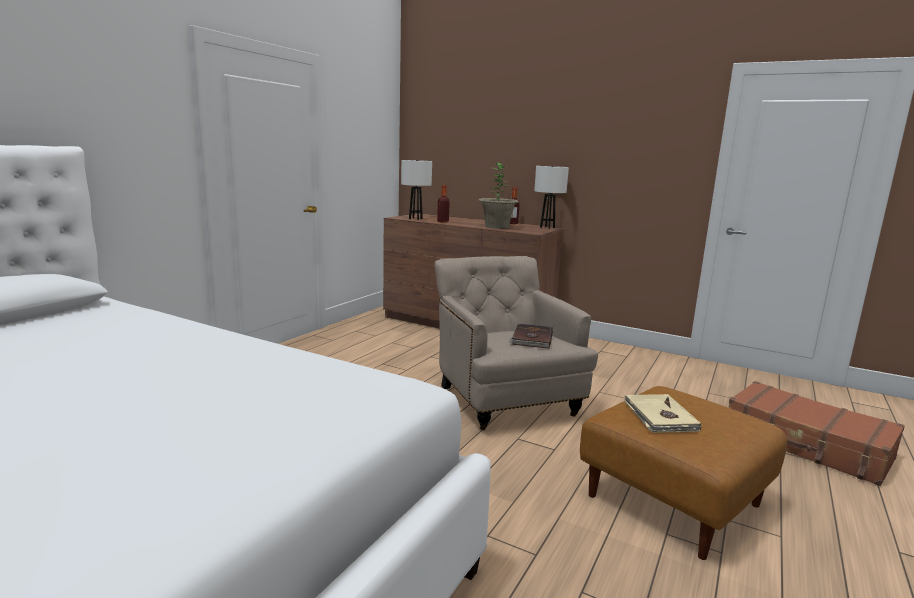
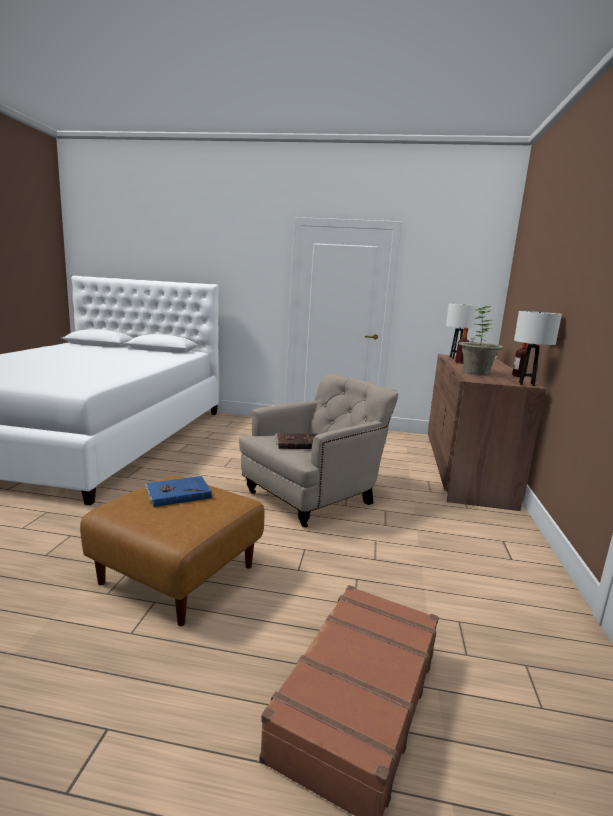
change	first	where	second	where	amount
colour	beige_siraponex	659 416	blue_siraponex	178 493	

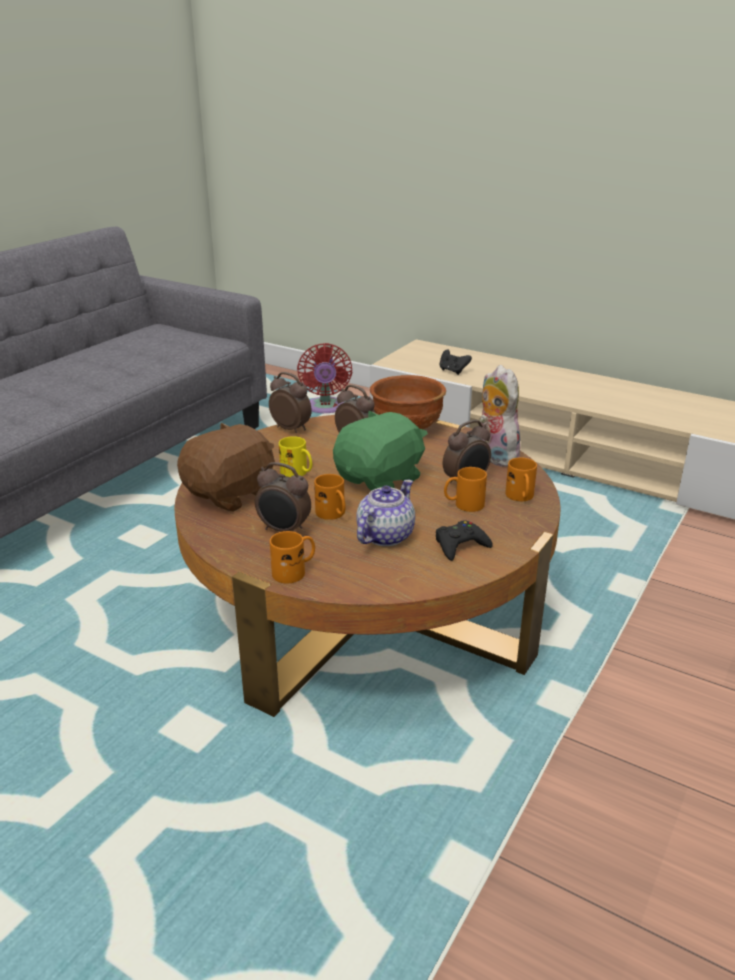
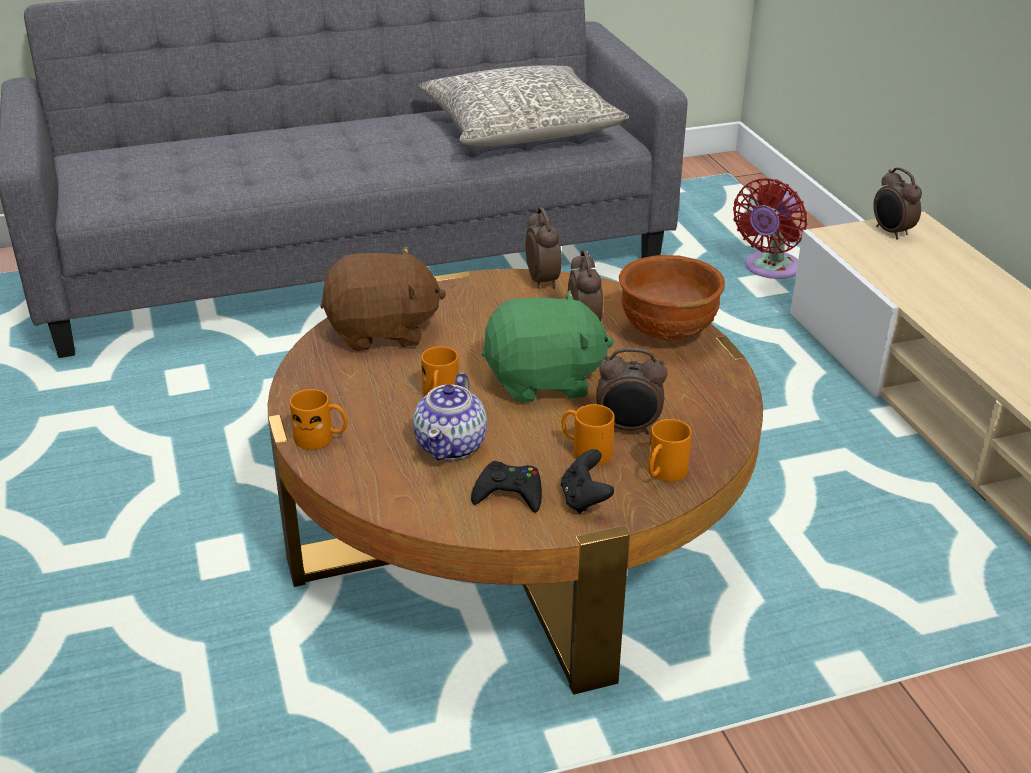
change	first	where	second	where	amount
relocated	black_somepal	453 371		584 499	
missing	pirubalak	494 456			
missing	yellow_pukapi	298 473			
relocated	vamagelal	284 531		891 232	
spun	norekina	384 536		452 445	120 degrees clockwise
appeared			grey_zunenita	520 129	

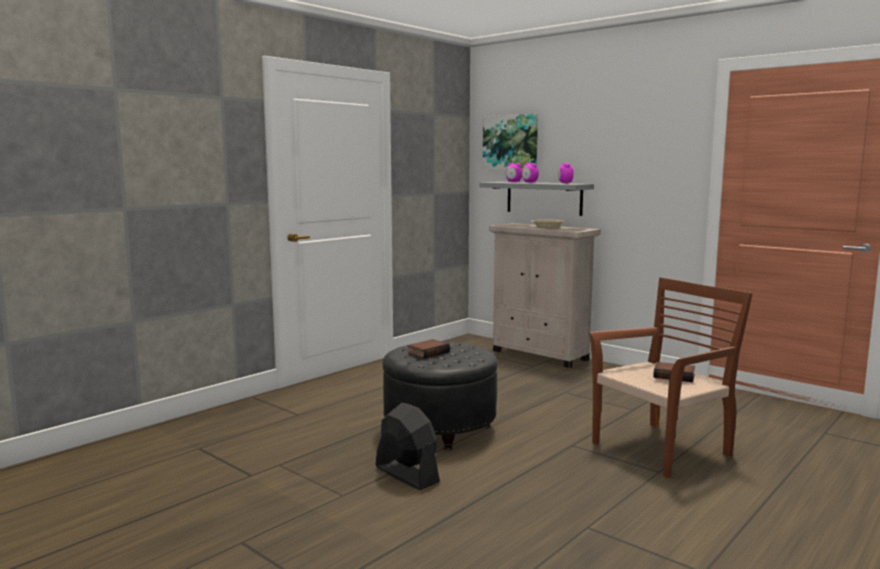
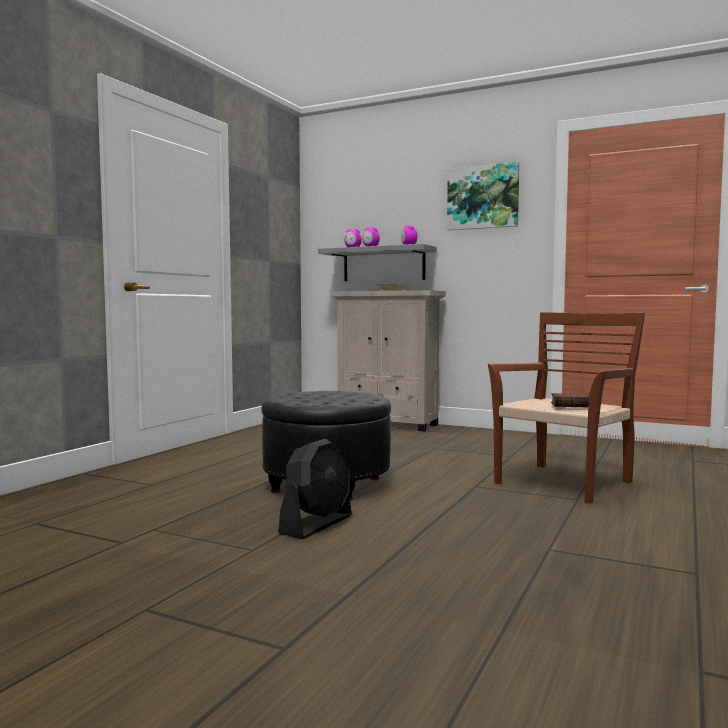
change	first	where	second	where	amount
relocated	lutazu	510 143		483 197	
missing	siraponex	428 352			
spun	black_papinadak	406 474		317 524	90 degrees clockwise

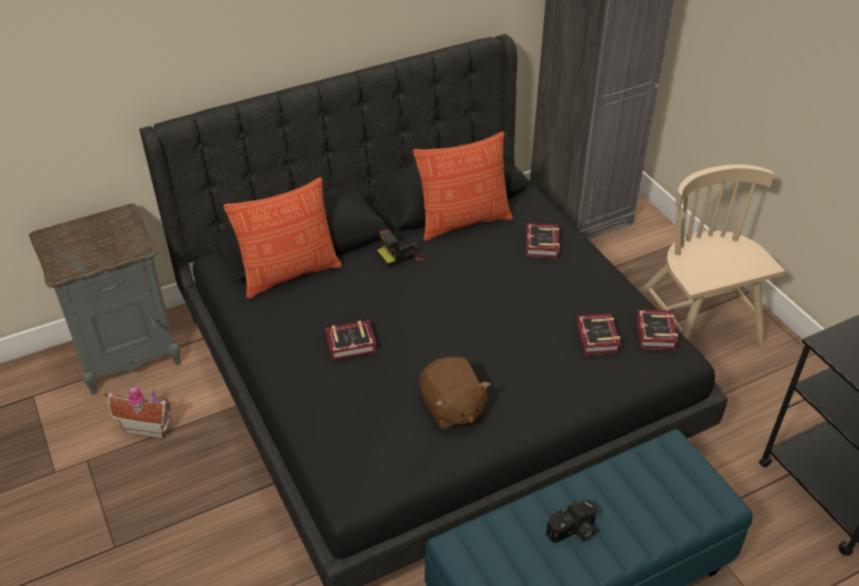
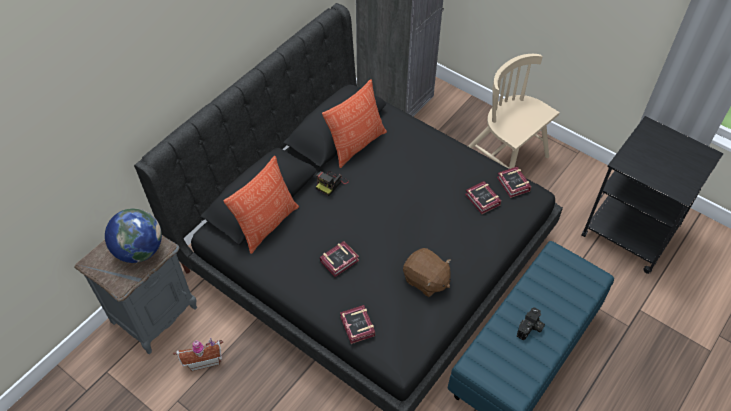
change	first	where	second	where	amount
relocated	siraponex	540 246		357 328	
appeared			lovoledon	139 250	

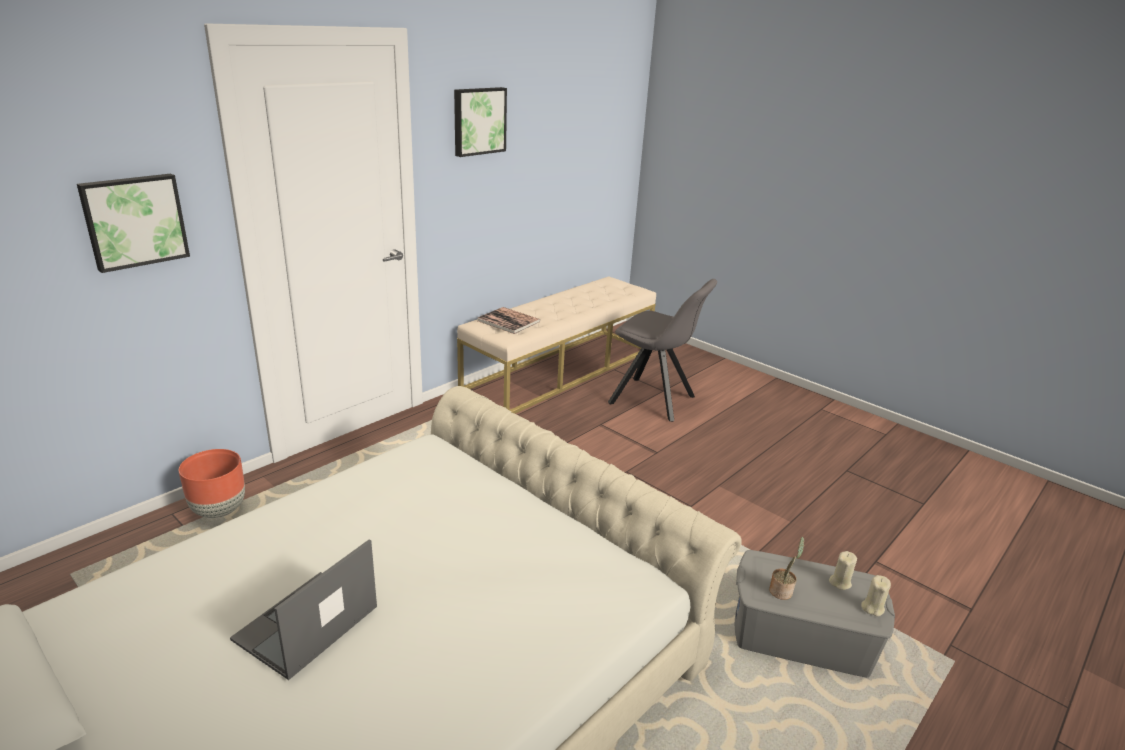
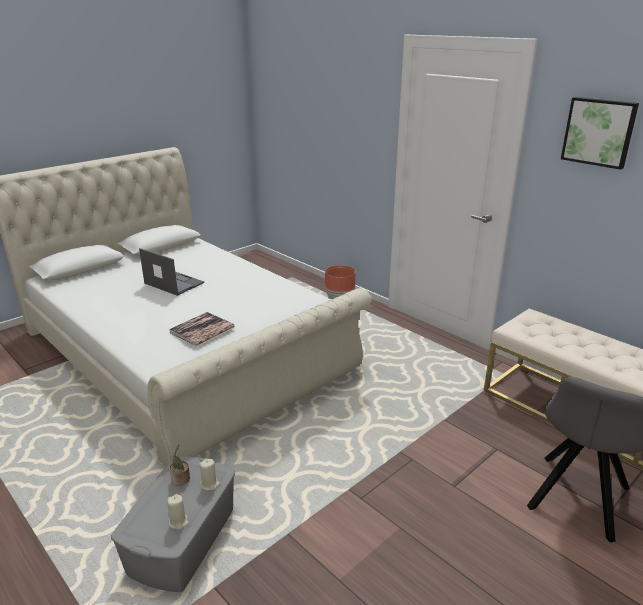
change	first	where	second	where	amount
missing	lutazu	134 221			
relocated	siraponex	508 321		202 329	
relocated	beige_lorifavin	872 608		210 484	

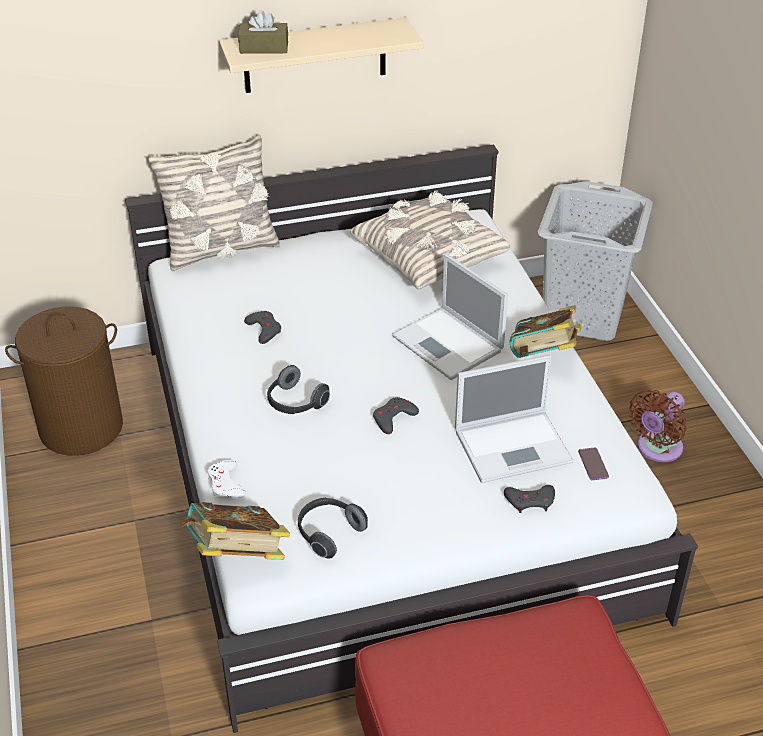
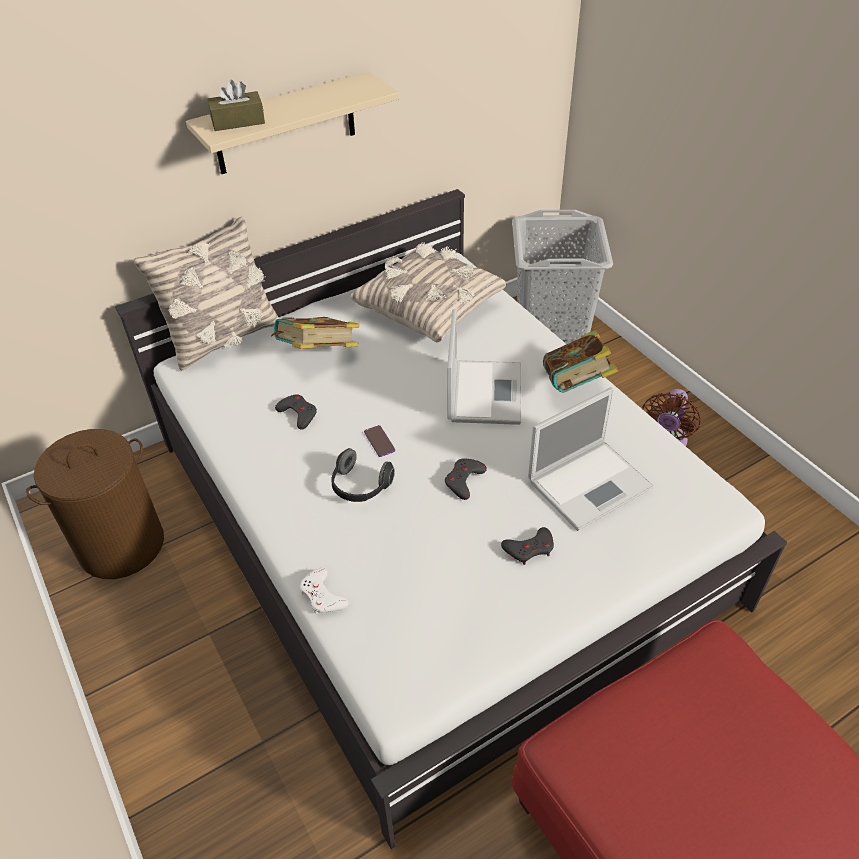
change	first	where	second	where	amount
spun	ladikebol	449 344		484 391	120 degrees counterclockwise
relocated	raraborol	593 464		379 441	
relocated	grey_somepal	530 501		529 549	
missing	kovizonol	328 533			
relocated	siraponex	237 555		318 355	

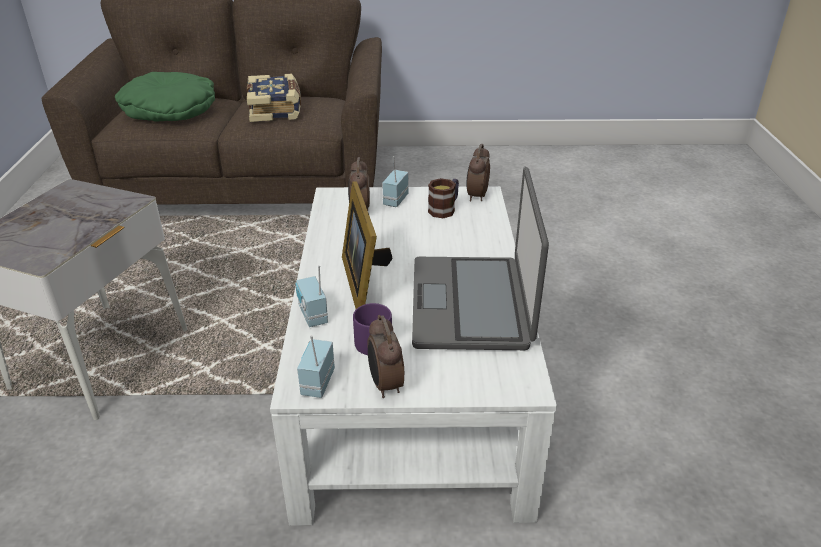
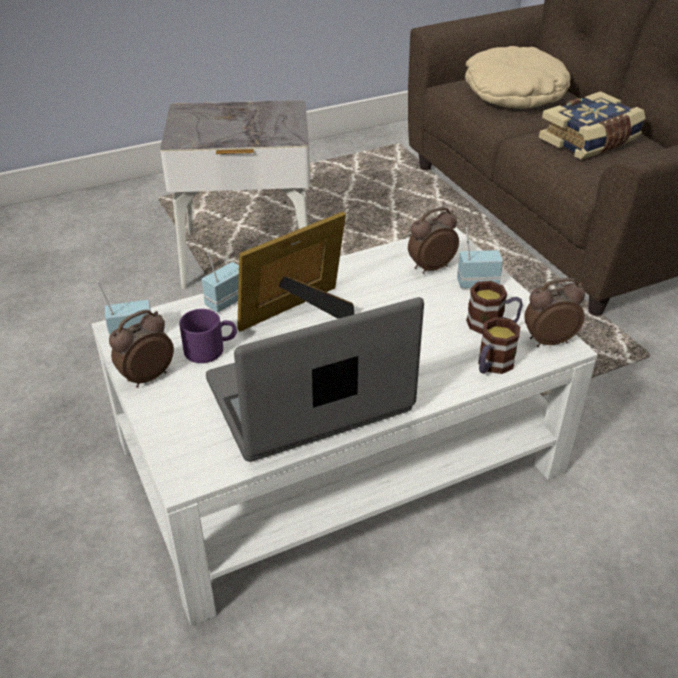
change	first	where	second	where	amount
colour	green_zunenita	171 111	beige_zunenita	515 94	
appeared			pukapi	492 366	

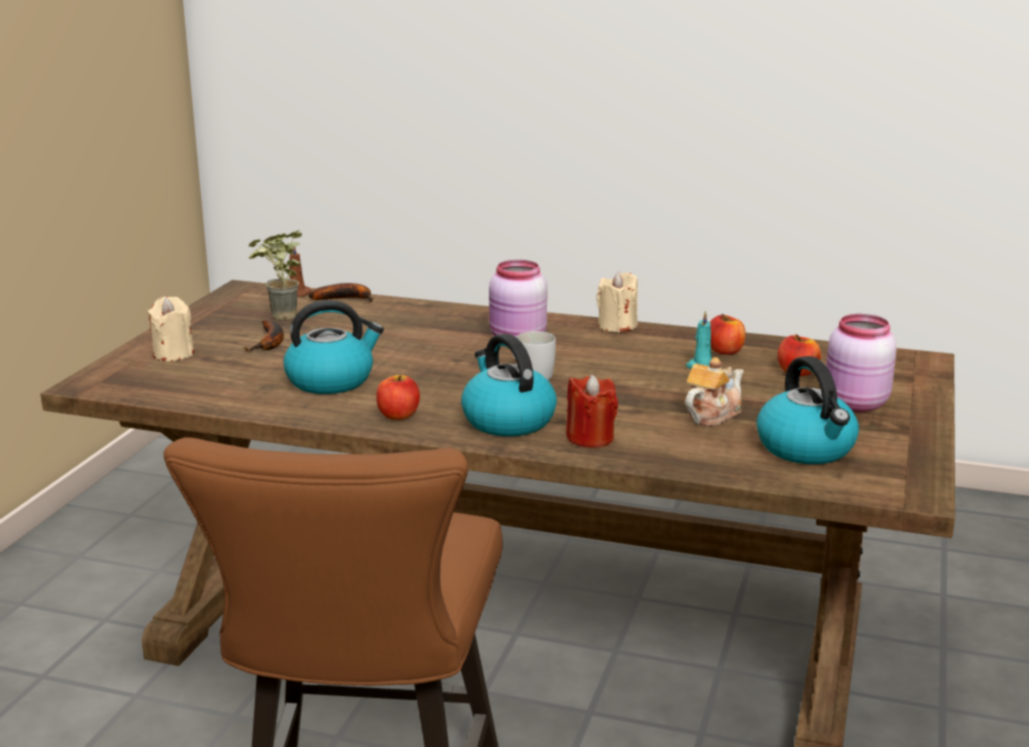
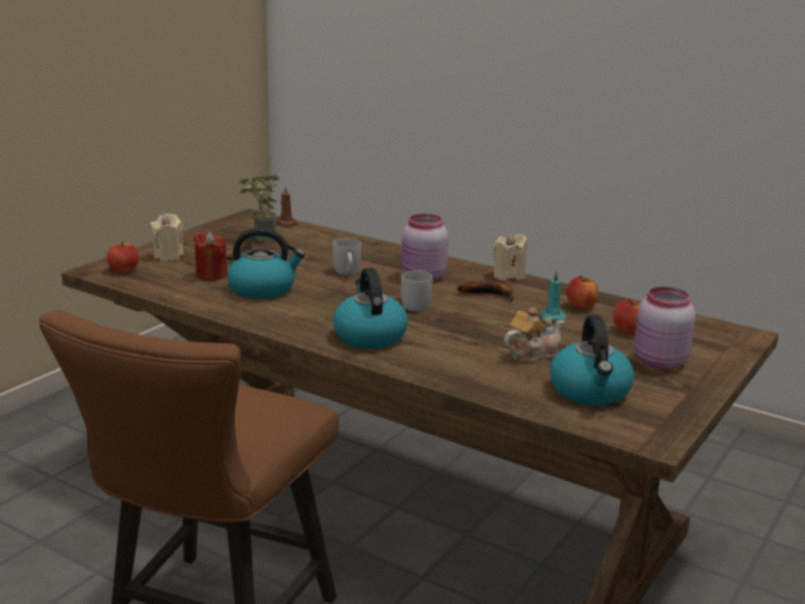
change	first	where	second	where	amount
relocated	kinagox	346 298		490 294	
relocated	red_lorifavin	590 438		211 275	
relocated	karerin	398 415		123 270	
appeared			white_pukapi	347 273	

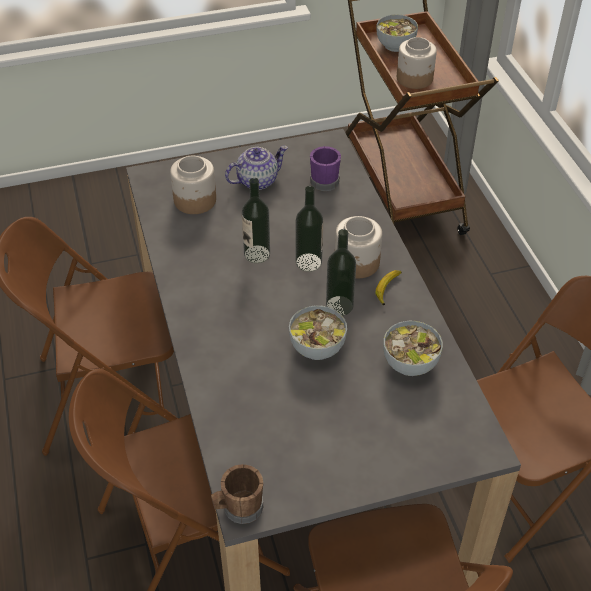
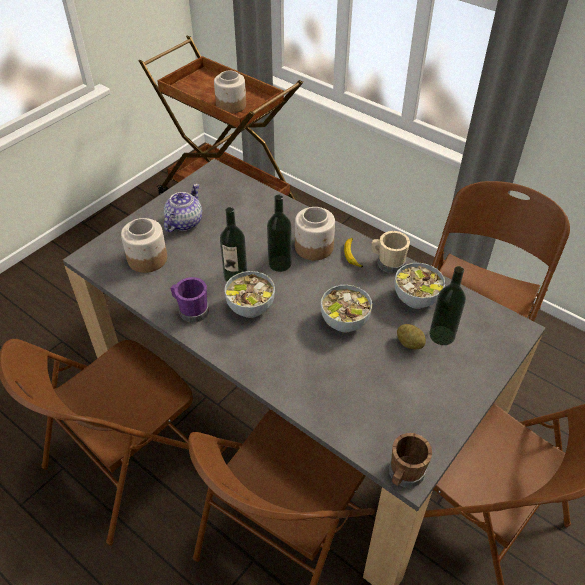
change	first	where	second	where	amount
relocated	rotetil	395 45		250 307	
relocated	purple_pukapi	323 180		191 310	
relocated	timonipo	339 305		442 335	
appeared			beige_pukapi	387 263	
appeared			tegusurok	409 343	

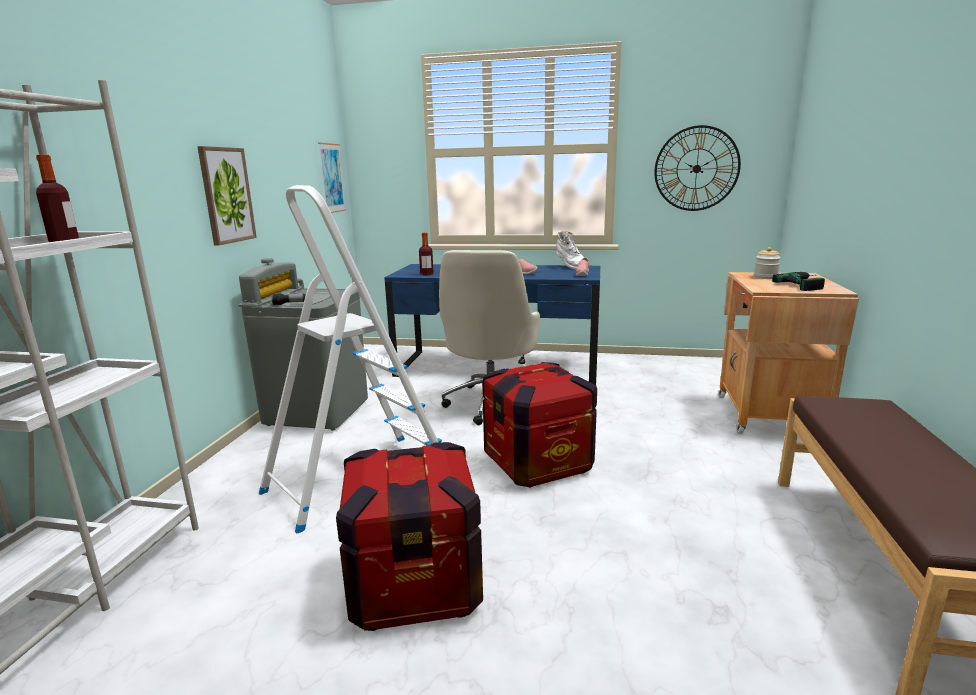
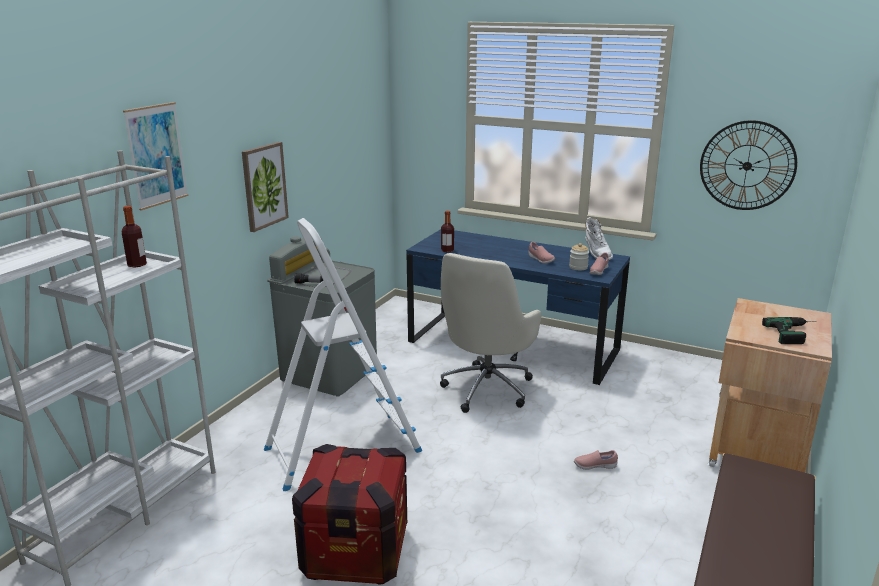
change	first	where	second	where	amount
relocated	lutazu	331 178		156 155	
relocated	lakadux	765 277		578 267	
missing	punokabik	537 463			
appeared			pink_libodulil	594 466	

